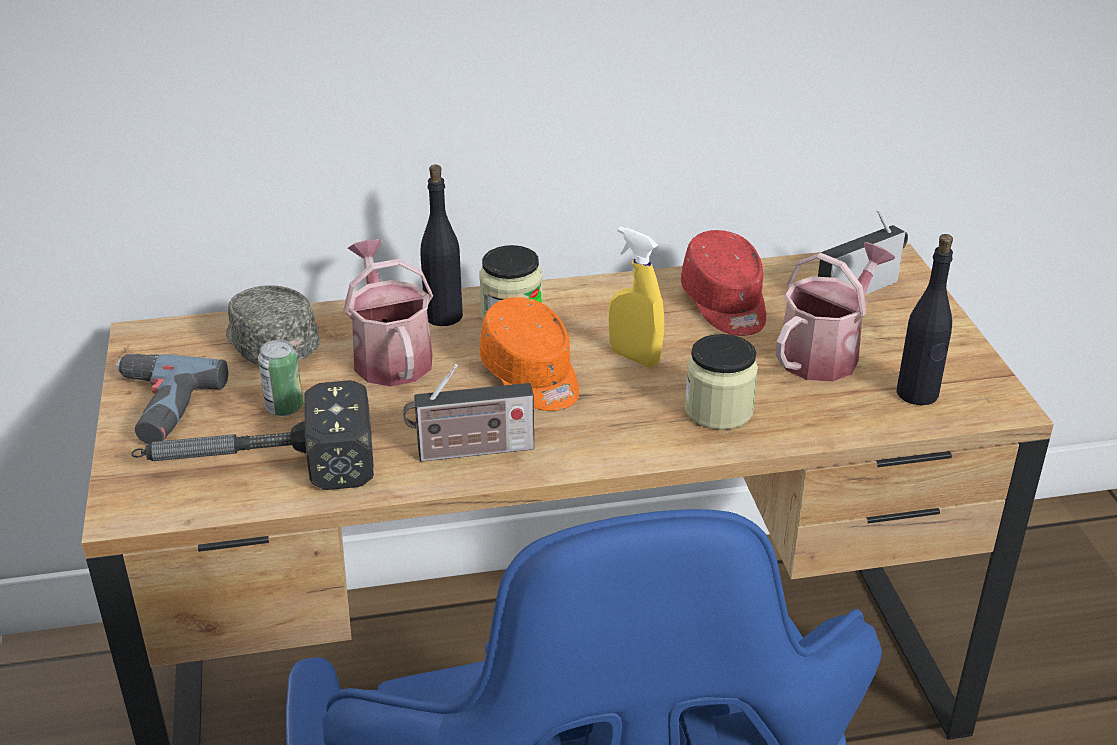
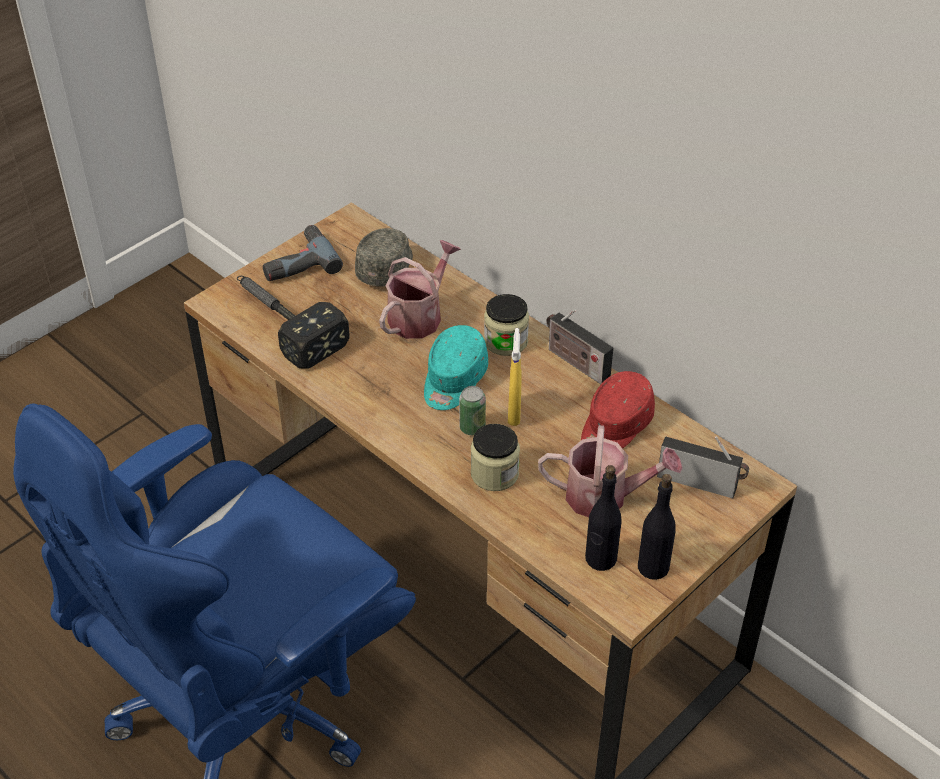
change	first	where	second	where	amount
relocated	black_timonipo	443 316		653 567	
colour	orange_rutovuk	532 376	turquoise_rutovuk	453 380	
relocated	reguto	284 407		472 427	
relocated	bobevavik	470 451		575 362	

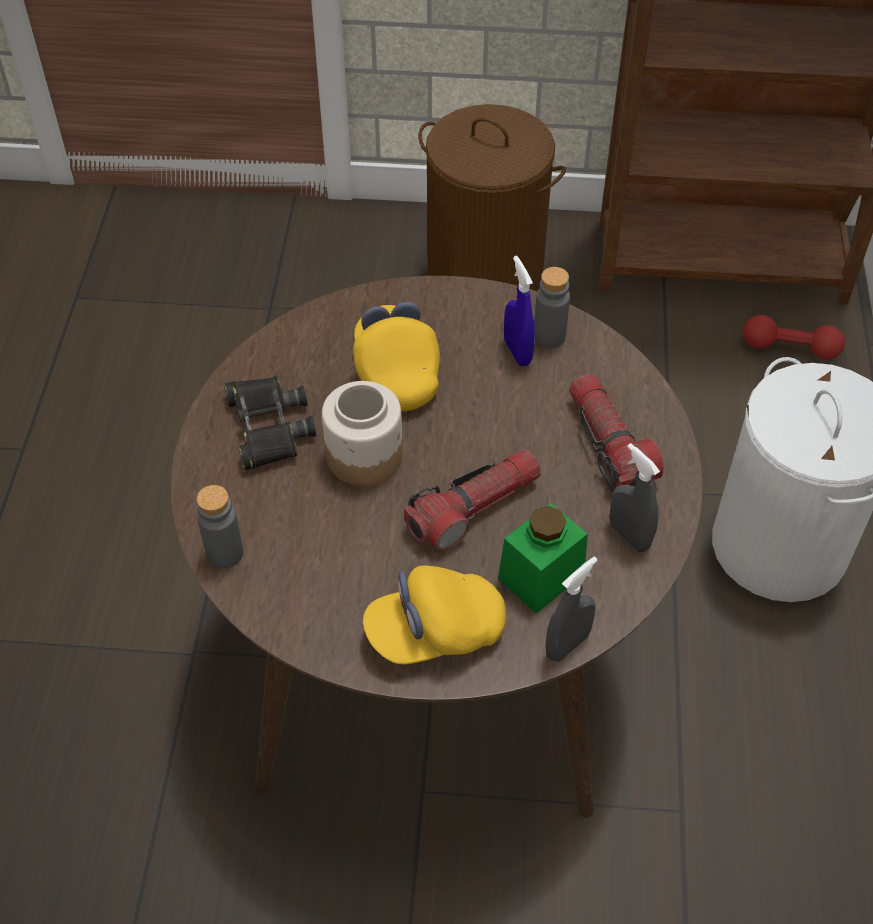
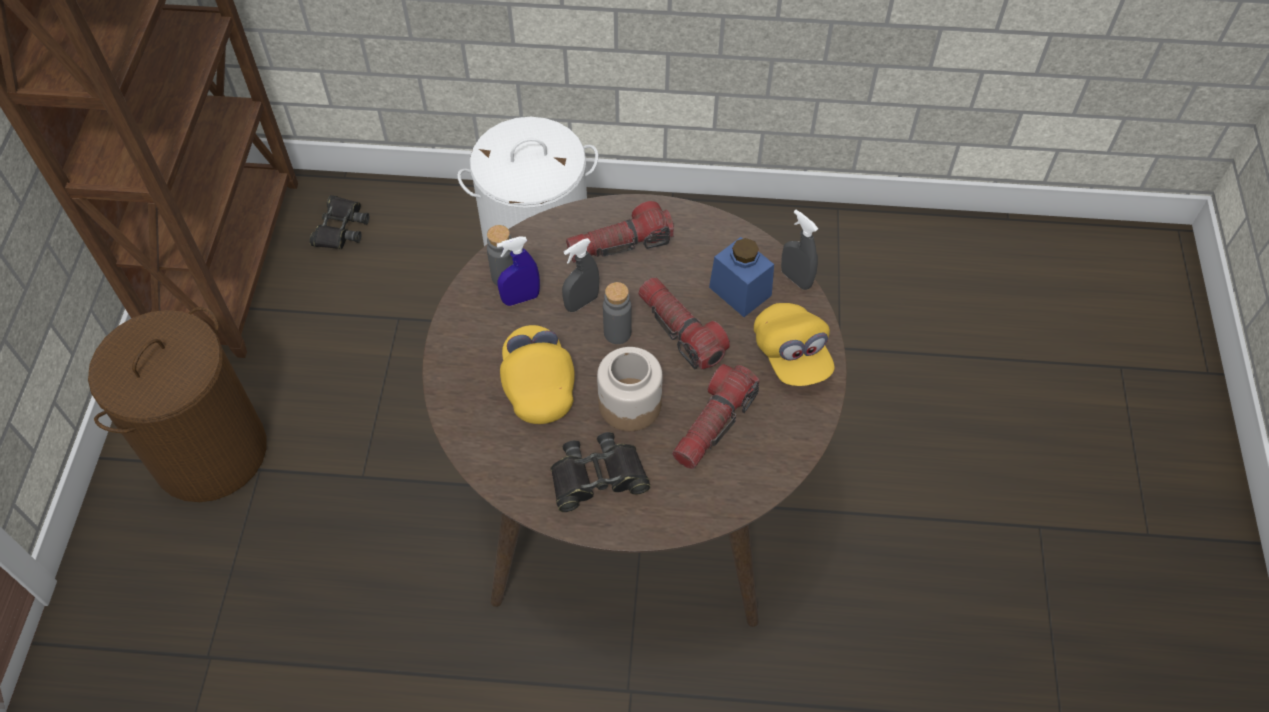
change	first	where	second	where	amount
spun	yellow_rutovuk	396 372		538 384	90 degrees clockwise
exchanged	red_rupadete	790 348	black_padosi	340 228	
relocated	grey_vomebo	629 536		581 302	
relocated	grey_timonipo	225 553		617 333	
colour	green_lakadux	541 576	blue_lakadux	740 291	
appeared			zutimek	713 424	

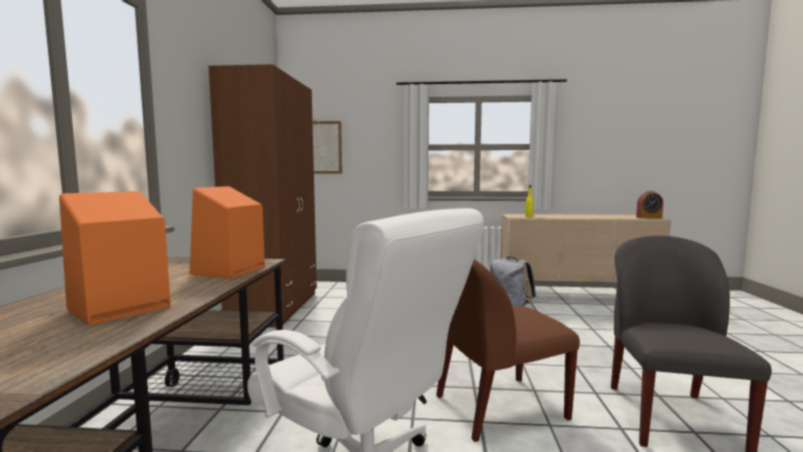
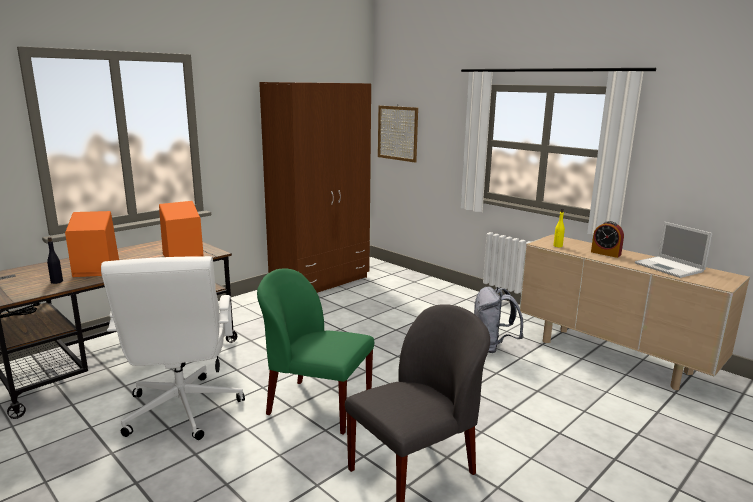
change	first	where	second	where	amount
relocated	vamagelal	649 217		605 253	
colour	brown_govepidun	497 408	green_govepidun	317 405	
appeared			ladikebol	670 268	
appeared			black_timonipo	57 282	

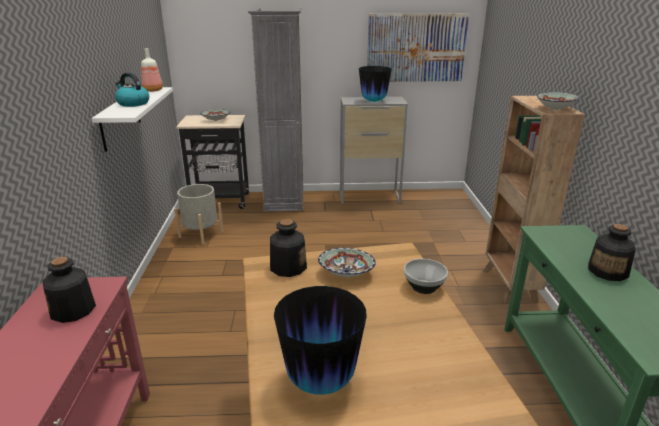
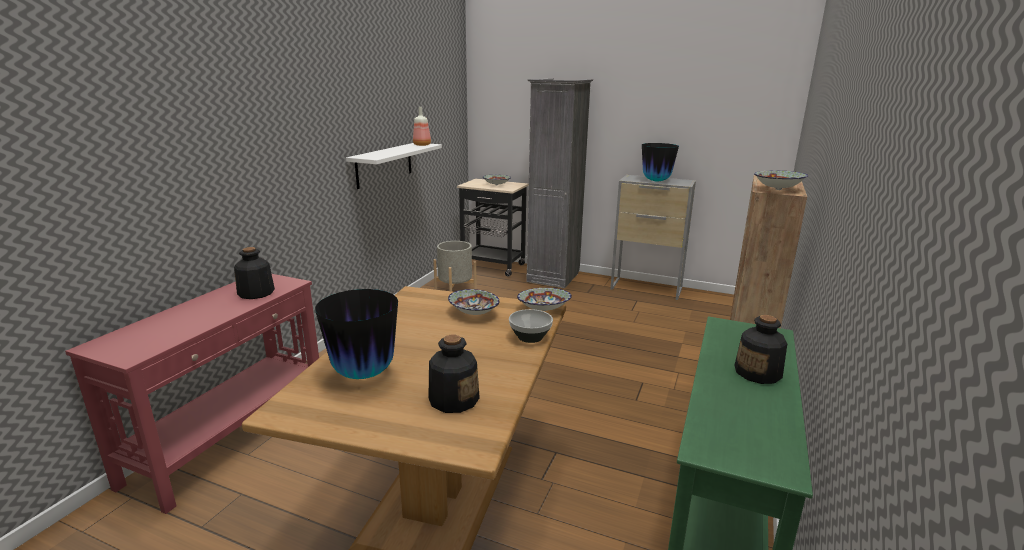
change	first	where	second	where	amount
missing	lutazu	416 48			
missing	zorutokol	133 103			
relocated	timonipo	287 267		453 399	
appeared			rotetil	544 310	

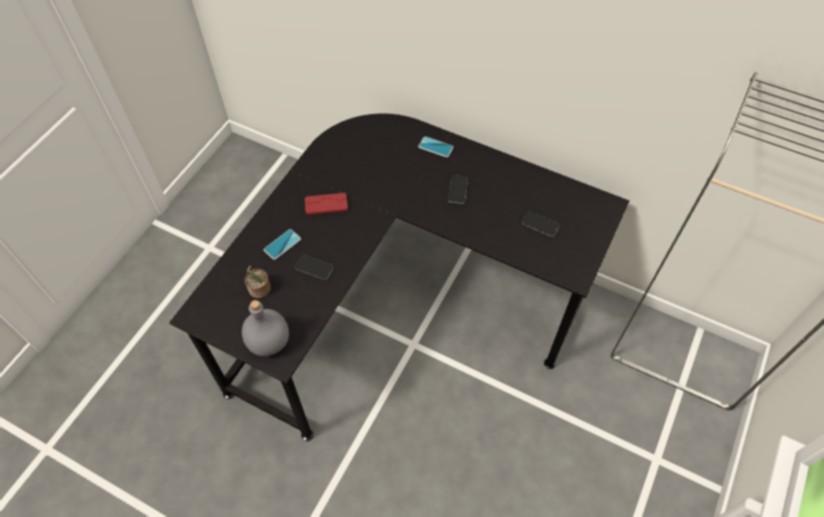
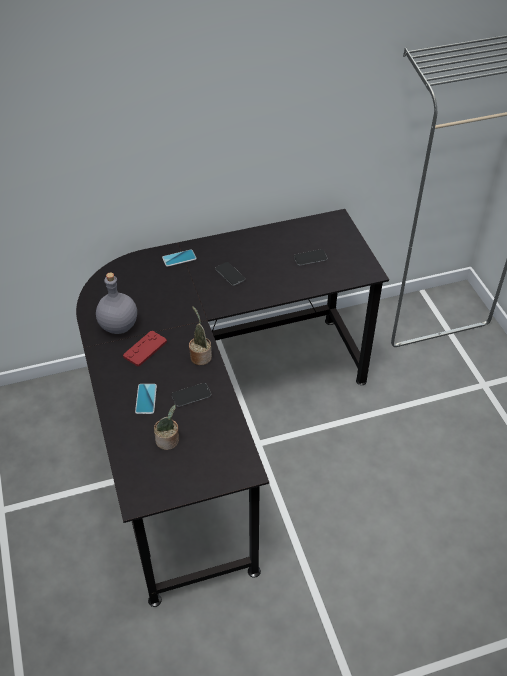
change	first	where	second	where	amount
relocated	grey_timonipo	270 342		119 325	
appeared			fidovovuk	200 356	

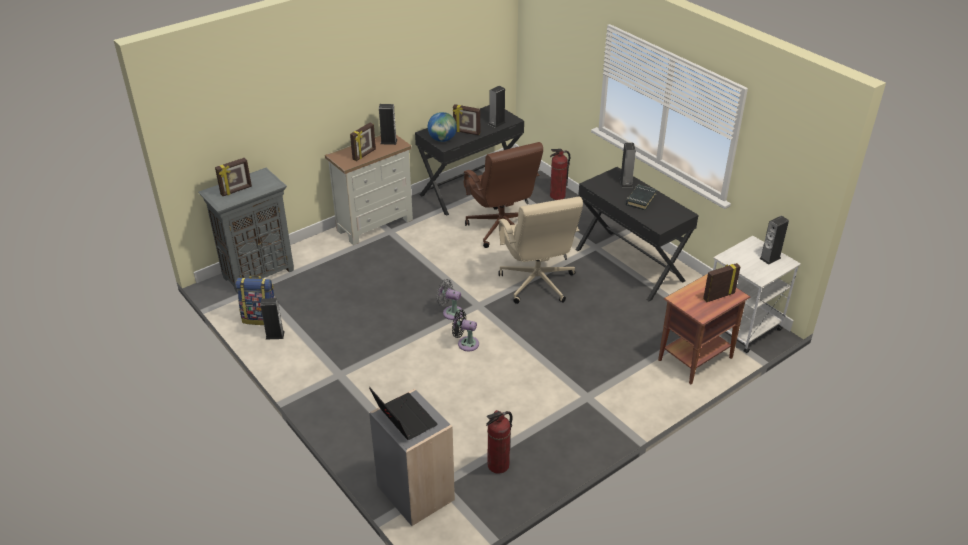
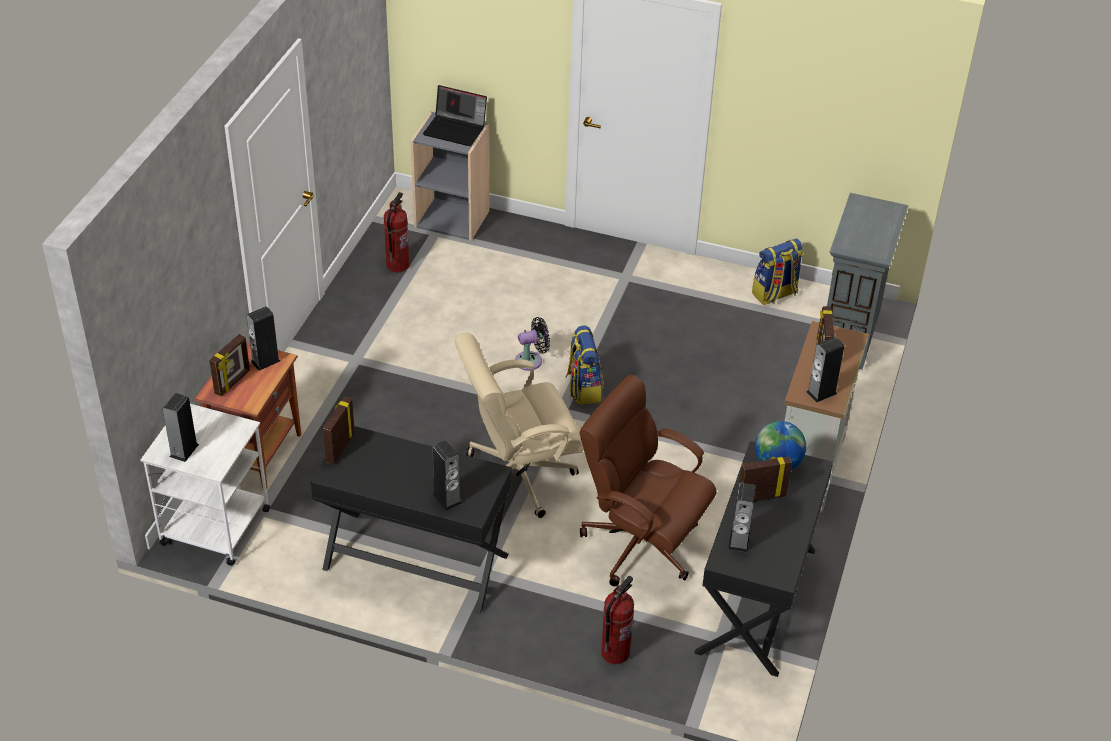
change	first	where	second	where	amount
relocated	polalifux	236 191		339 447	
missing	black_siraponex	640 199			
spun	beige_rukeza	537 281		518 476	60 degrees counterclockwise
exchanged	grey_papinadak	450 312	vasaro	583 388	
relocated	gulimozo	275 335		265 361	

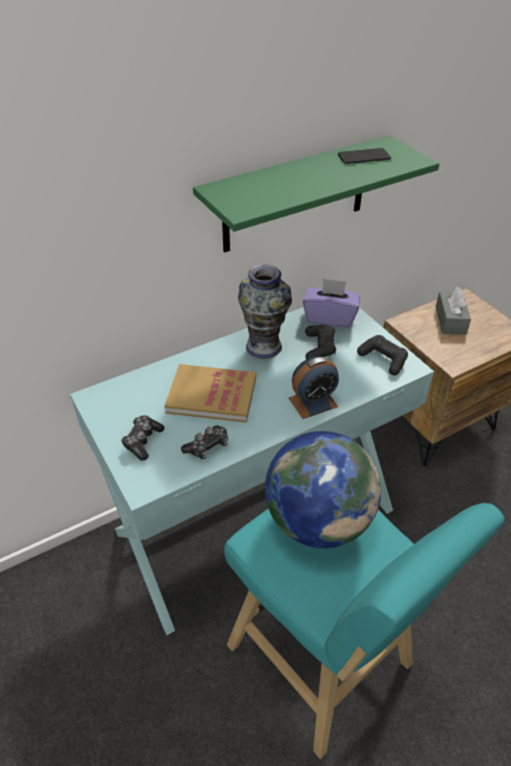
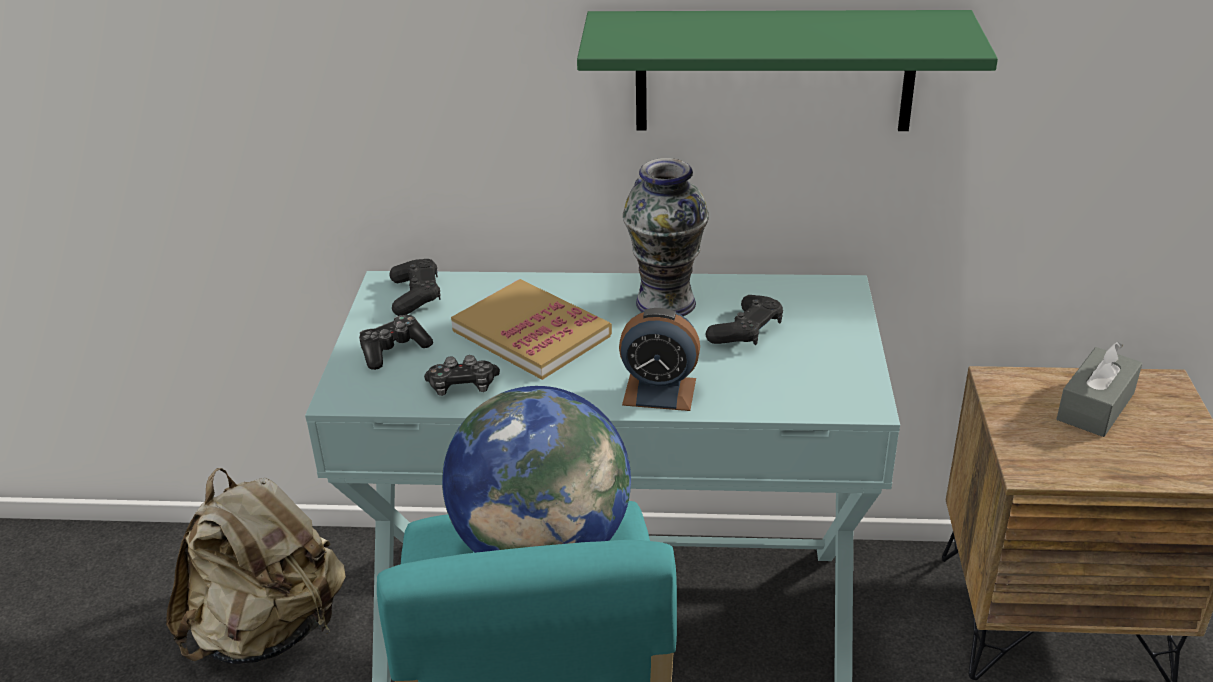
change	first	where	second	where	amount
missing	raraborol	364 157			
missing	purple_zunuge	330 317			
relocated	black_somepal	383 359		416 296	
appeared			beige_vasaro	268 631	

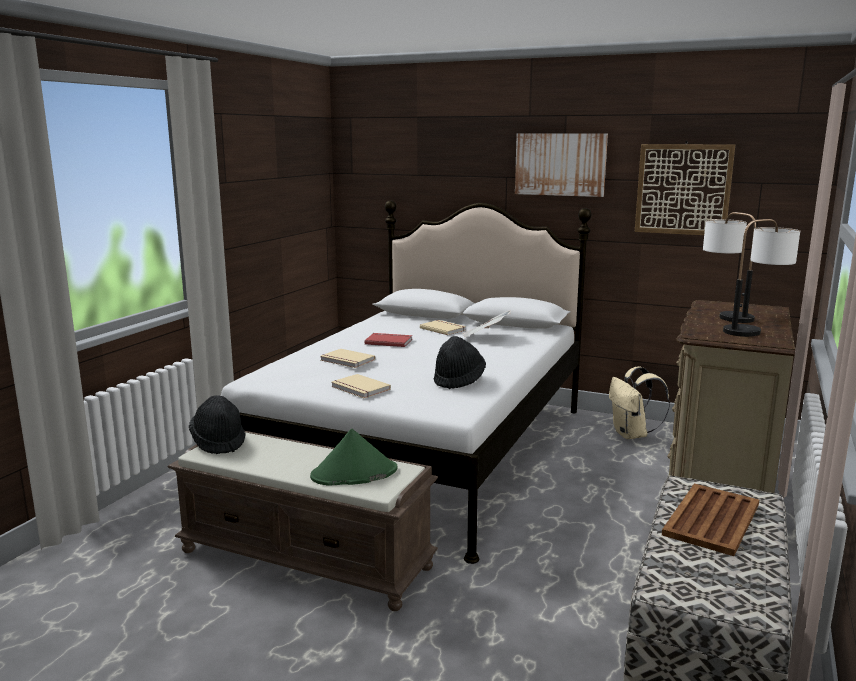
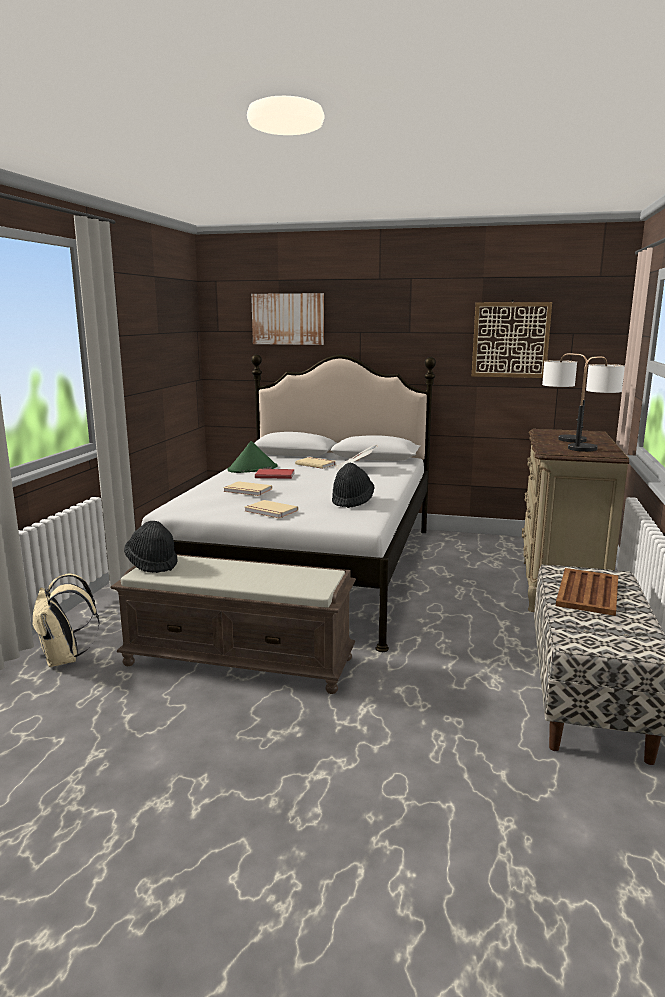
change	first	where	second	where	amount
relocated	lutazu	560 164		288 319	
relocated	beige_vasaro	632 435		65 659	
relocated	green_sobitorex	354 473		252 469	

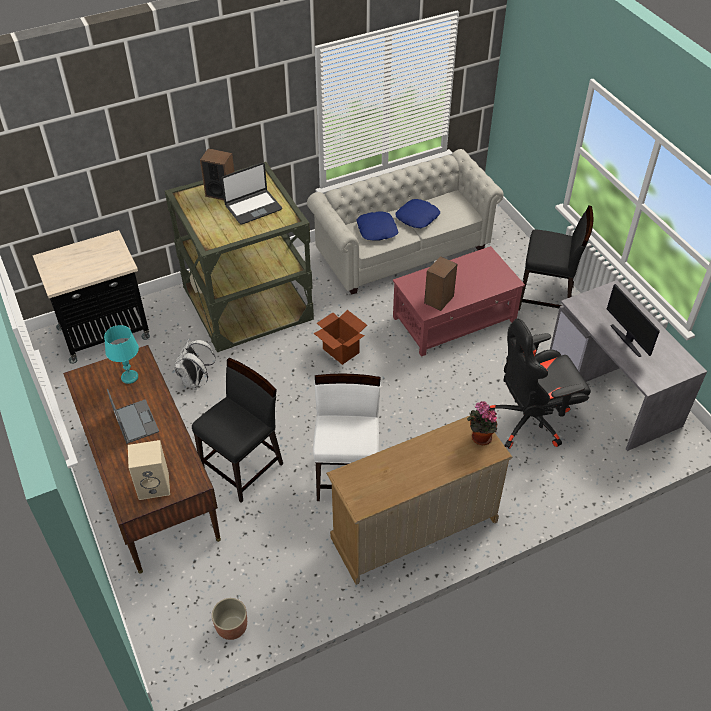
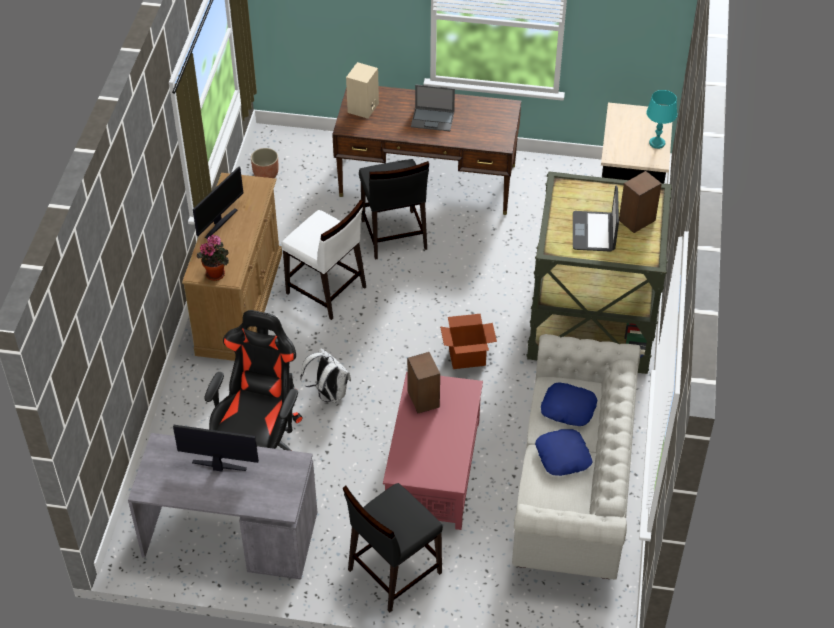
change	first	where	second	where	amount
relocated	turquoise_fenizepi	129 377		657 143	
relocated	white_vasaro	195 380		328 394	
appeared			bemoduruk	220 223	

